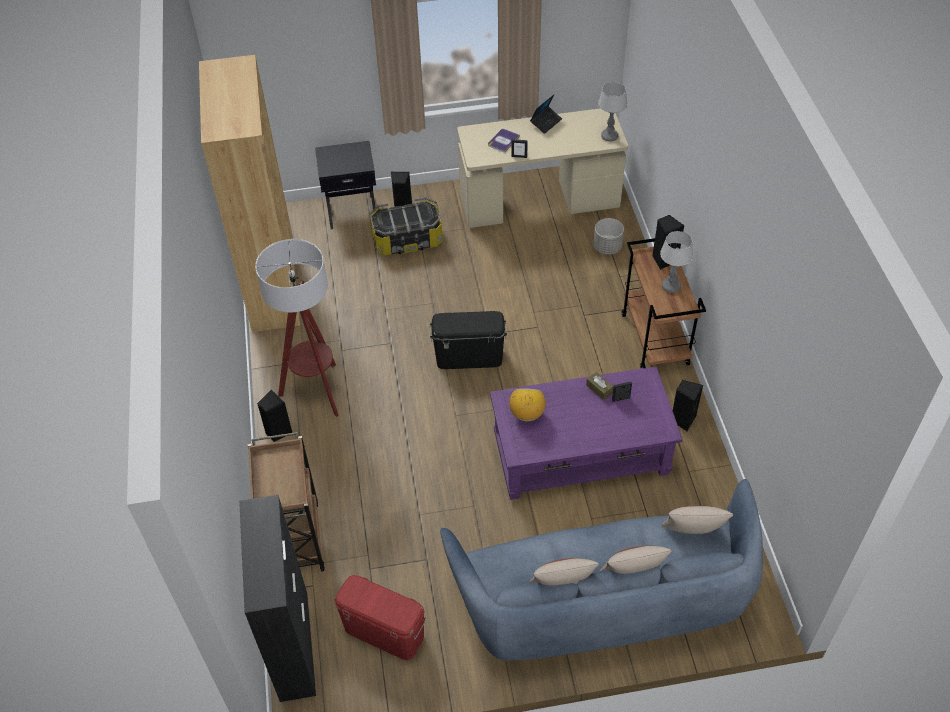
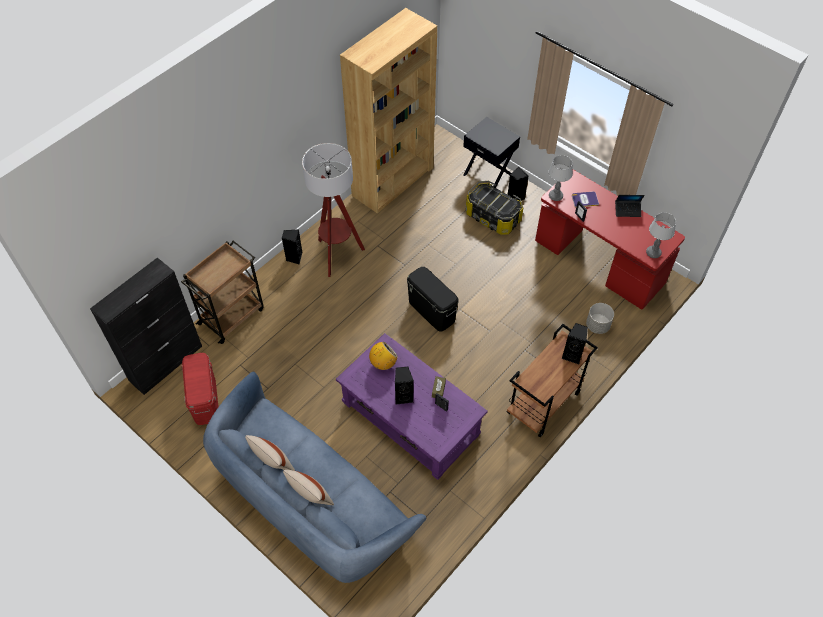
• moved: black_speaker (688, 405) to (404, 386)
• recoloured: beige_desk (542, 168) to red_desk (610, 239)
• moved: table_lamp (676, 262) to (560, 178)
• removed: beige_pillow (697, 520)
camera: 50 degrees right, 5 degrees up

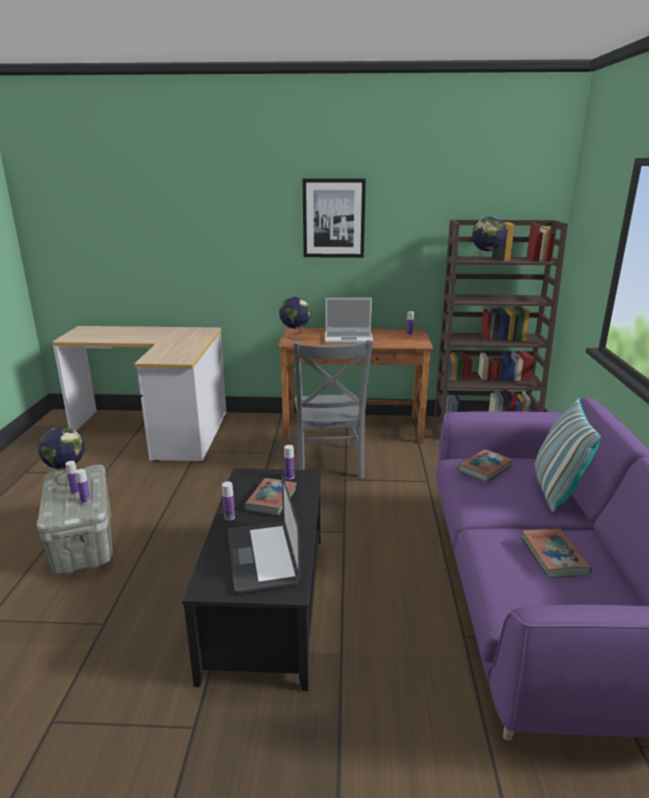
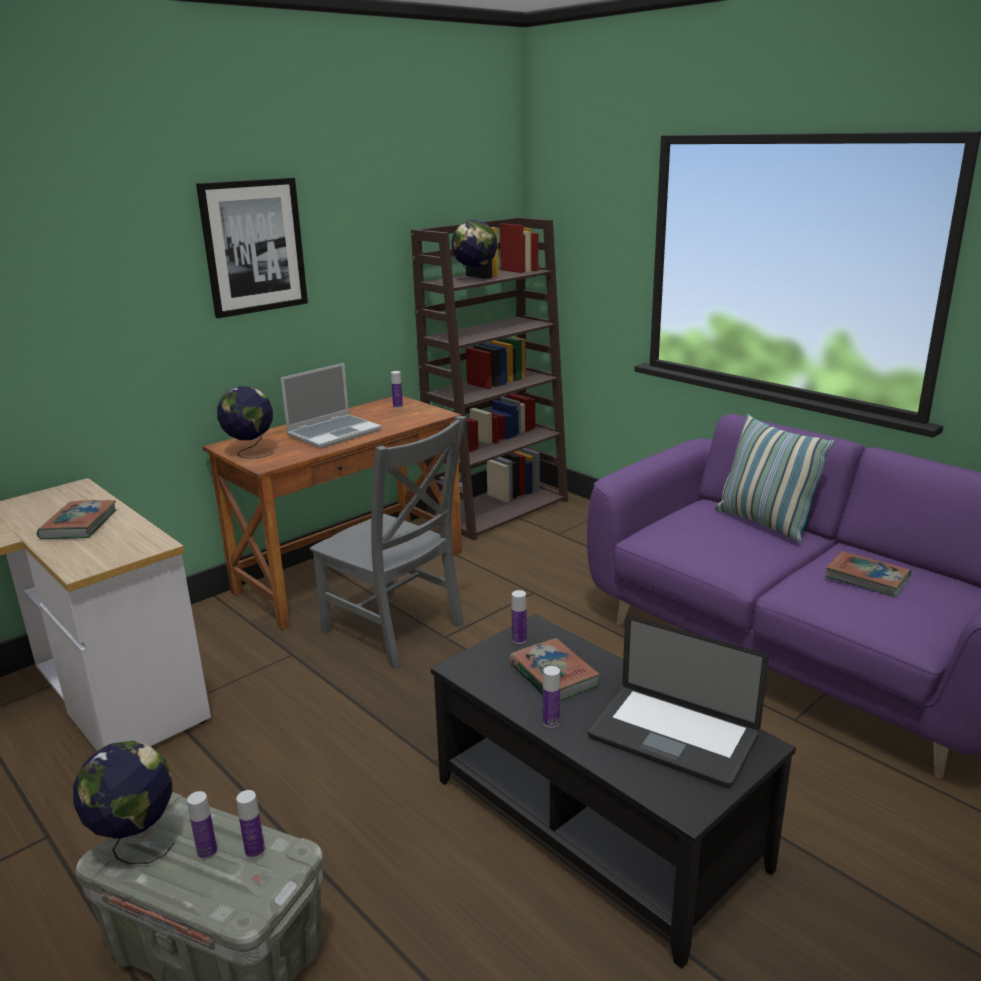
• moved: book (485, 465) to (77, 519)
camera: 45 degrees left, 0 degrees up

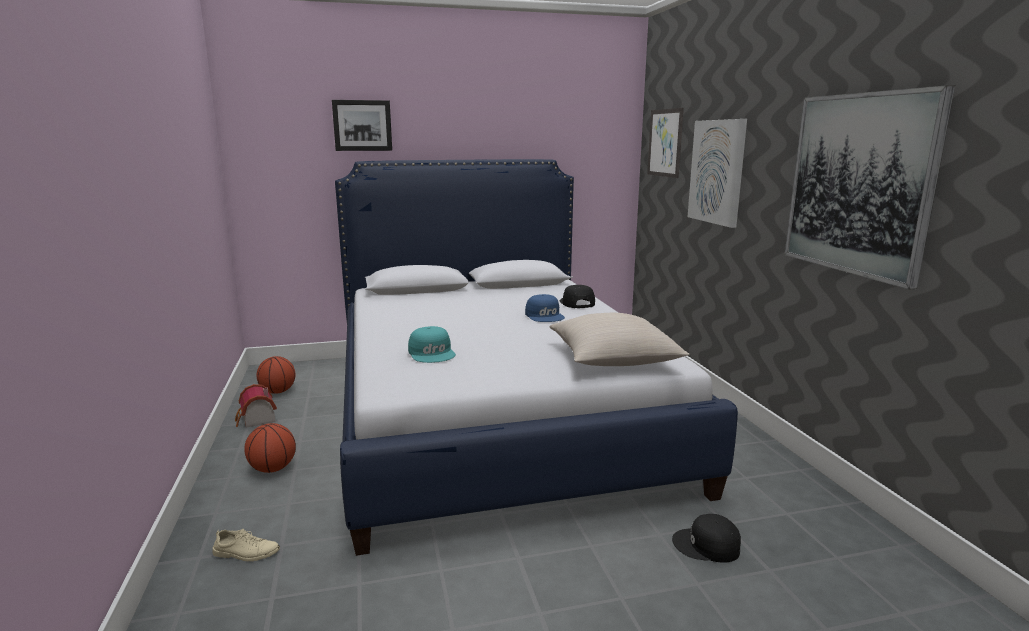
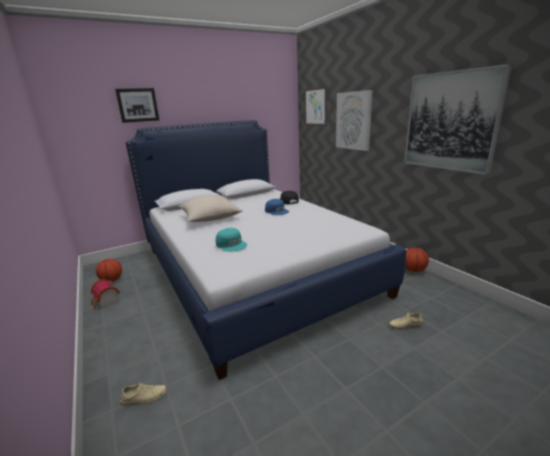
• moved: beige_pillow (619, 339) to (210, 209)
• replaced: black_cap (706, 538) to beige_shoe (406, 321)
• moved: basketball (270, 448) to (417, 259)
camera: 15 degrees left, 5 degrees up

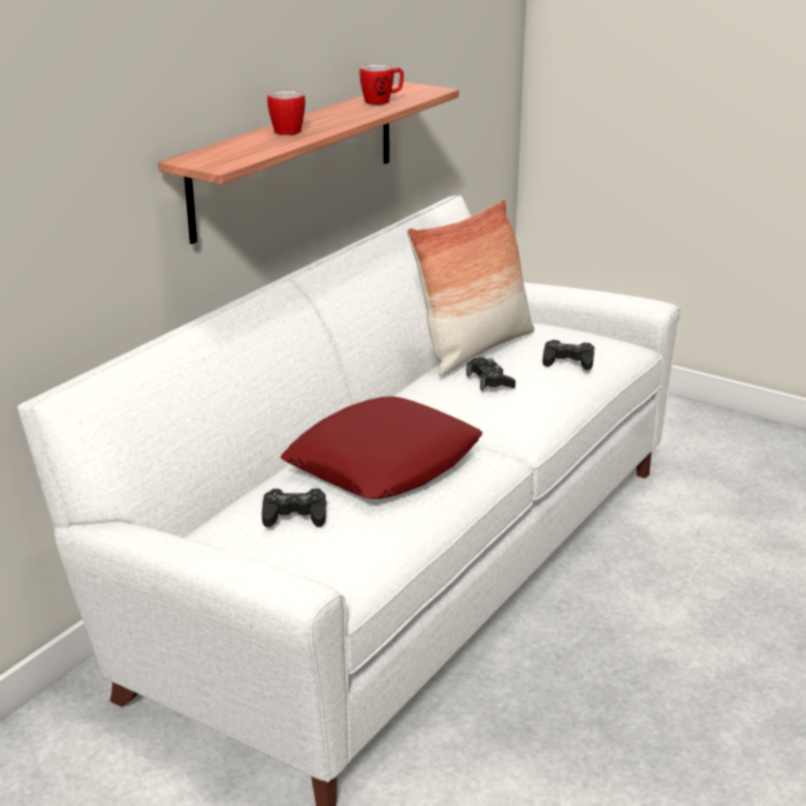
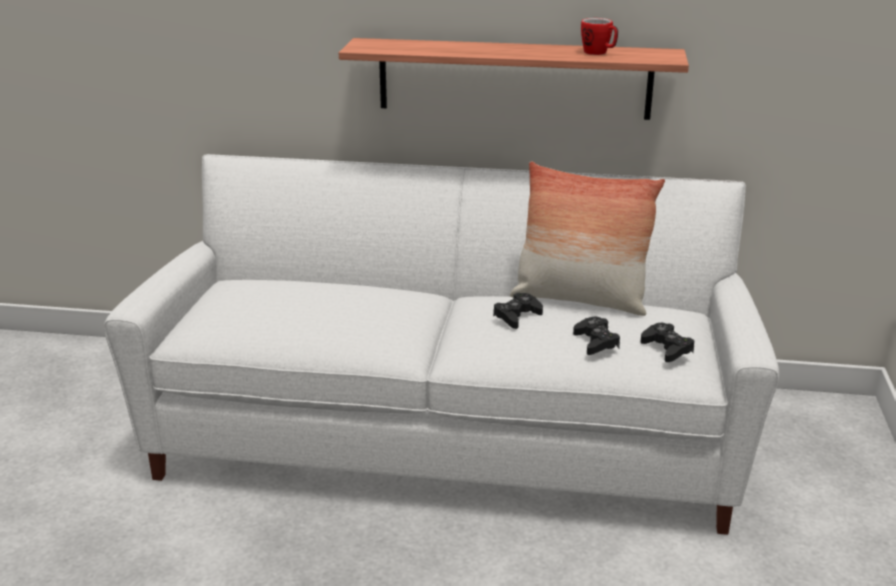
• moved: black_game_controller (294, 508) to (668, 342)
• removed: mug (286, 113)
• removed: red_pillow (381, 447)
camera: 65 degrees right, 0 degrees up

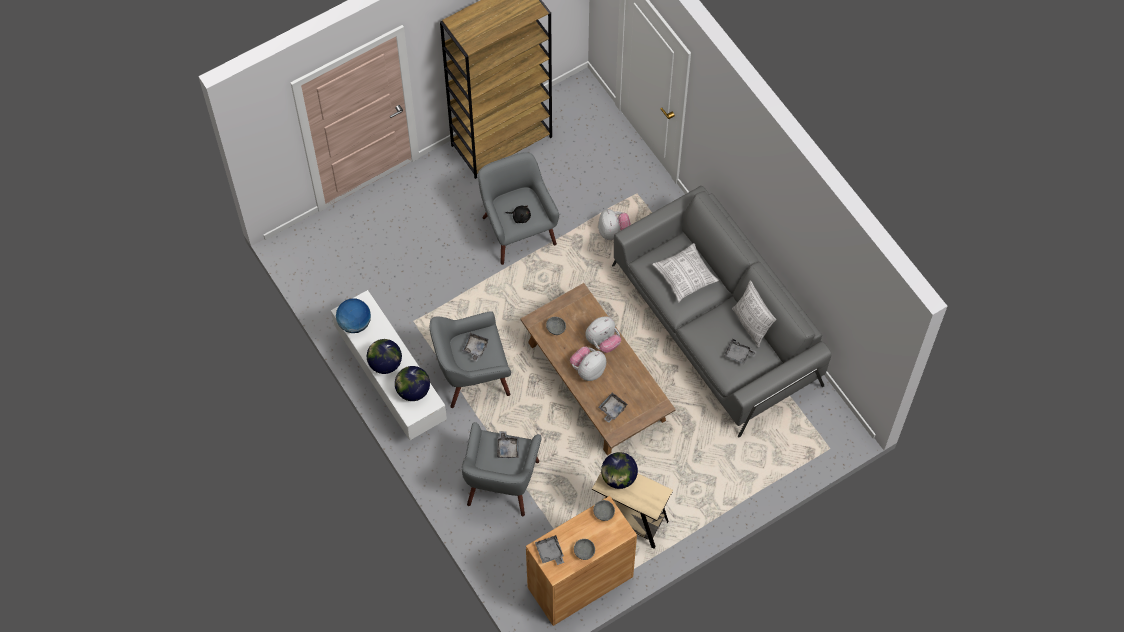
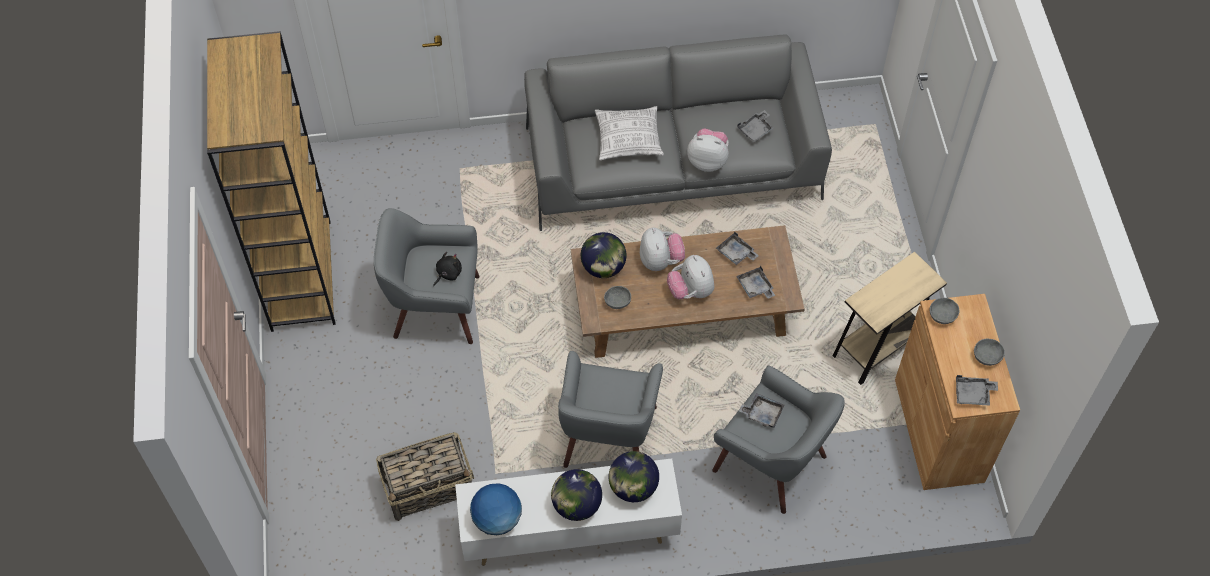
• added: basket (425, 476)
• moved: globe (619, 470) to (603, 255)
• moved: plush_toy (614, 224) to (708, 150)
• moved: grey_tray (475, 347) to (737, 248)
• removed: pillow (754, 314)
camera: 65 degrees left, 5 degrees down

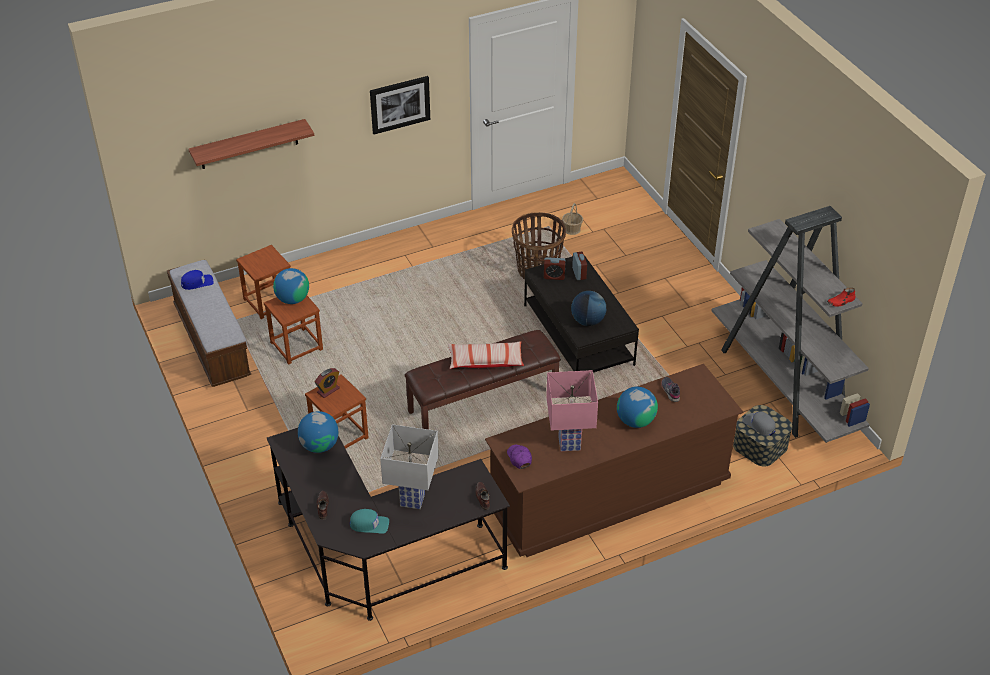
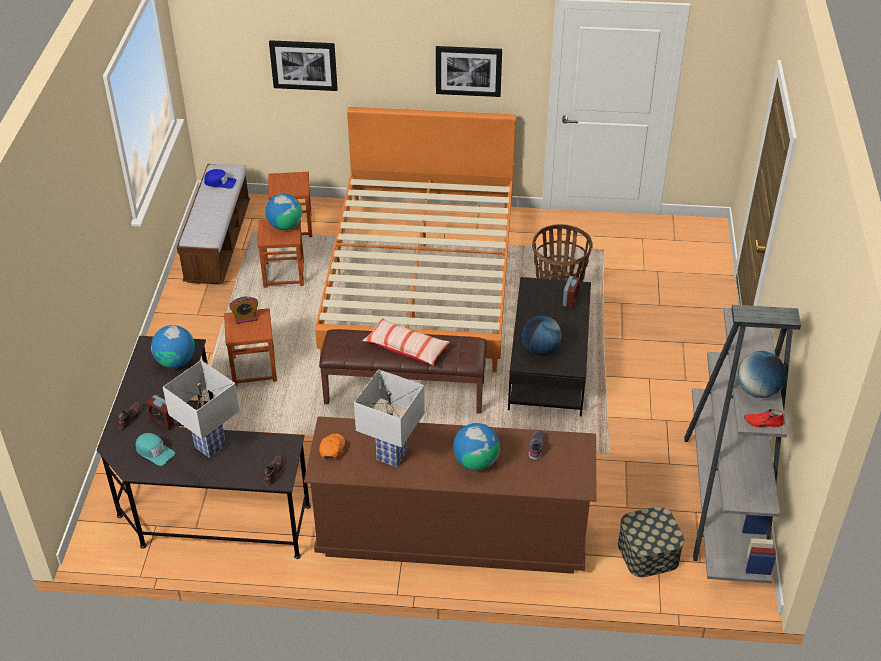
• moved: alarm_clock (555, 268) to (161, 412)
• replaced: shelf (251, 144) to picture (303, 65)
• added: orange_bed (415, 240)
• recoloured: purple_cap (519, 457) to orange_cap (332, 447)
• recoloured: pink_table_lamp (572, 410) to white_table_lamp (389, 418)
• added: globe (761, 374)
• removed: basket (572, 219)
• removed: grey_cap (758, 424)
camera: 30 degrees right, 0 degrees up

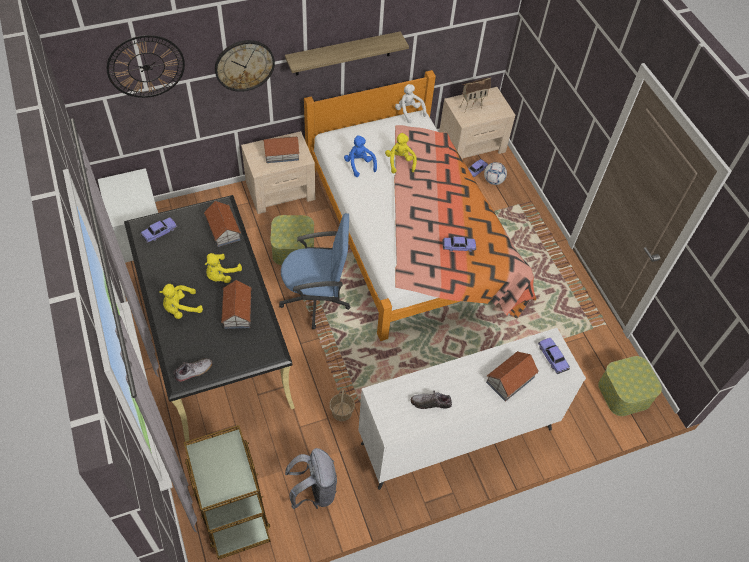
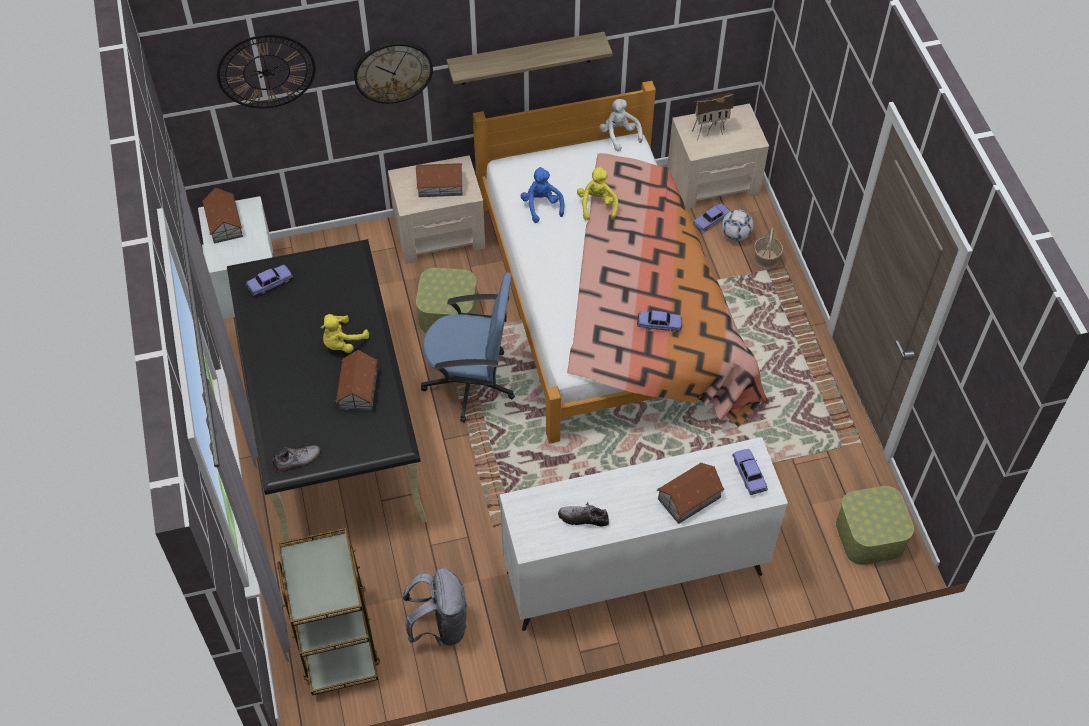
• moved: toy_house (222, 224) to (222, 215)
• moved: basket (342, 405) to (768, 248)
• removed: yellow_plush_toy (181, 301)
camera: 10 degrees right, 0 degrees up

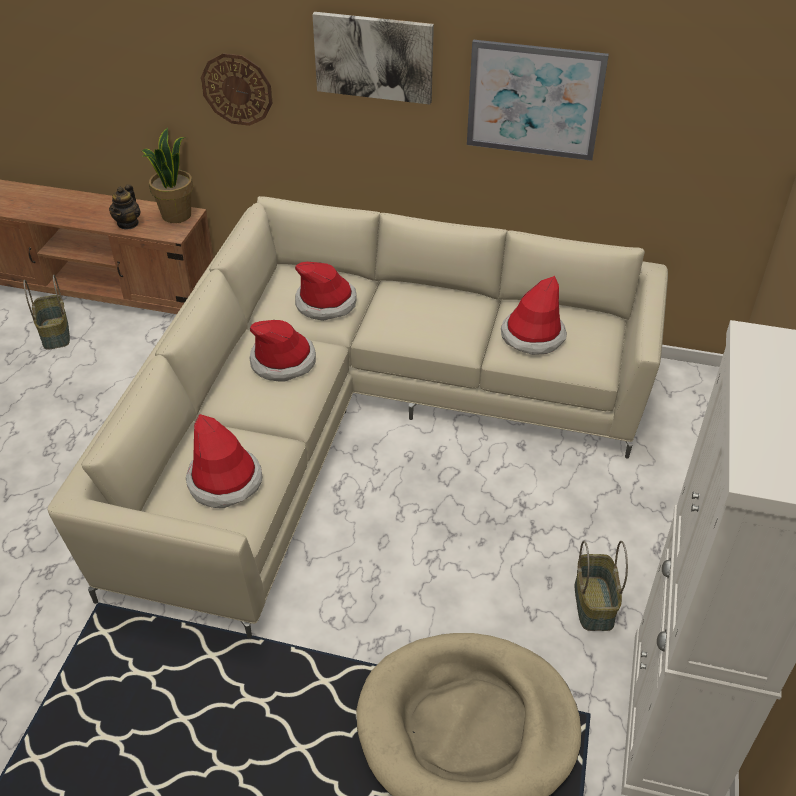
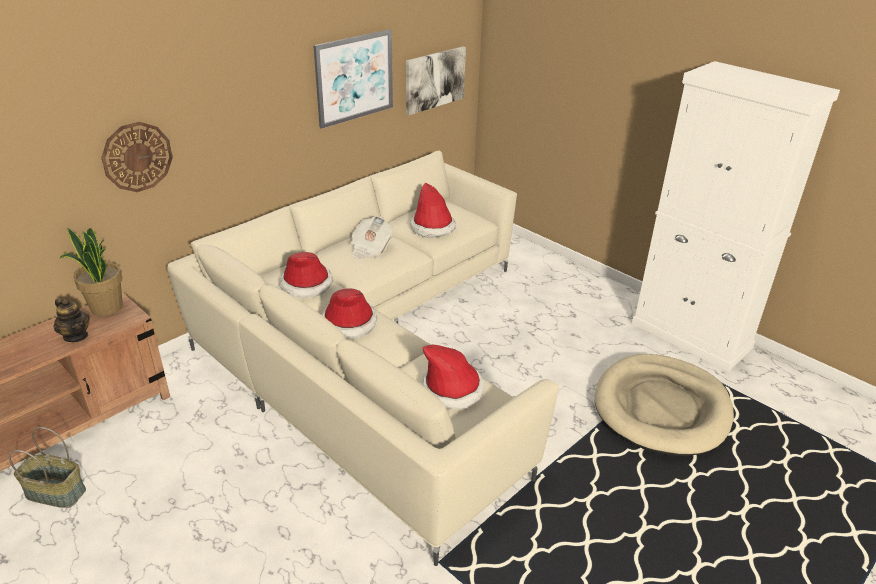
• added: newspaper (372, 237)
• moved: picture (373, 58) to (436, 80)
• removed: basket (601, 586)
camera: 60 degrees left, 10 degrees down

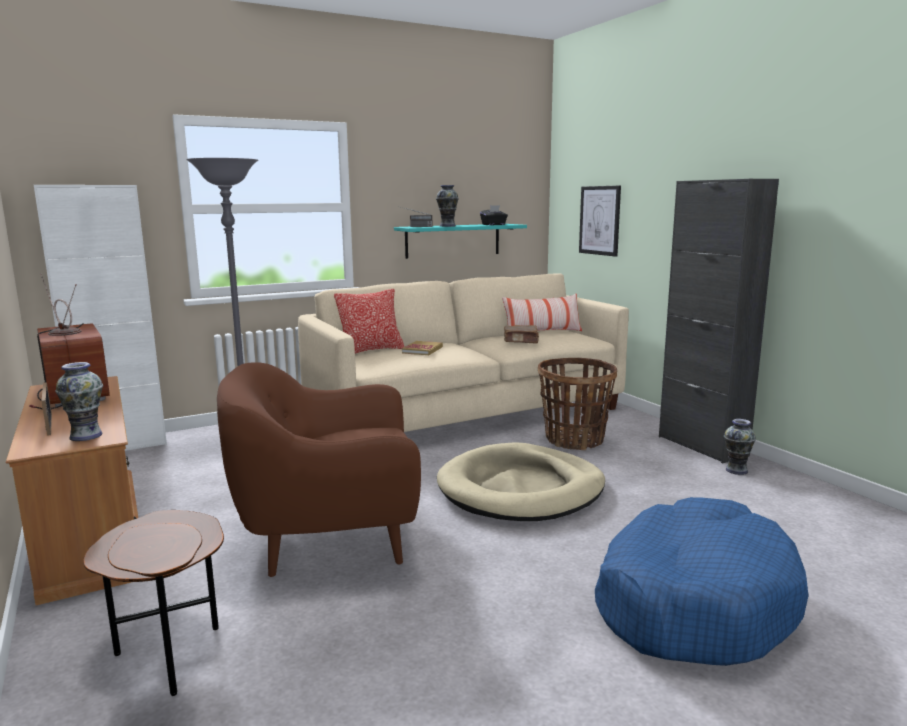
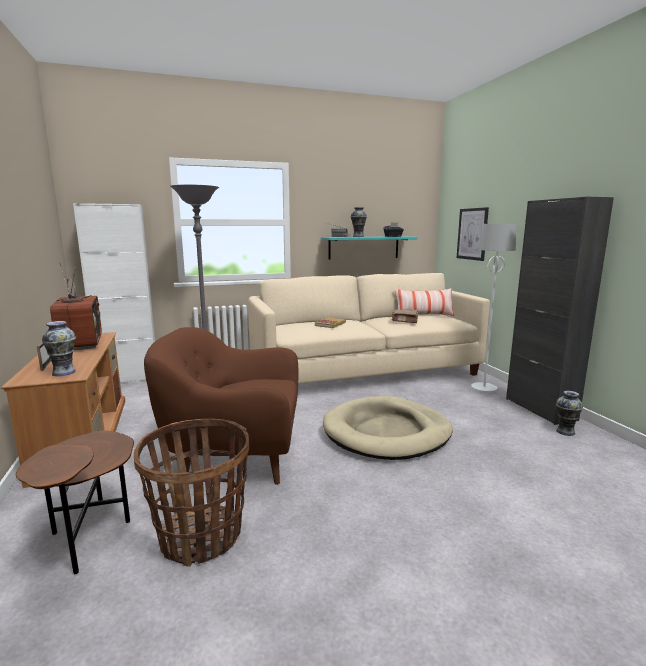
• moved: basket (577, 404) to (191, 493)
• added: white_floor_lamp (493, 309)
• removed: pillow (369, 321)
• removed: blue_dog_bed (702, 581)
camera: 10 degrees right, 0 degrees up

